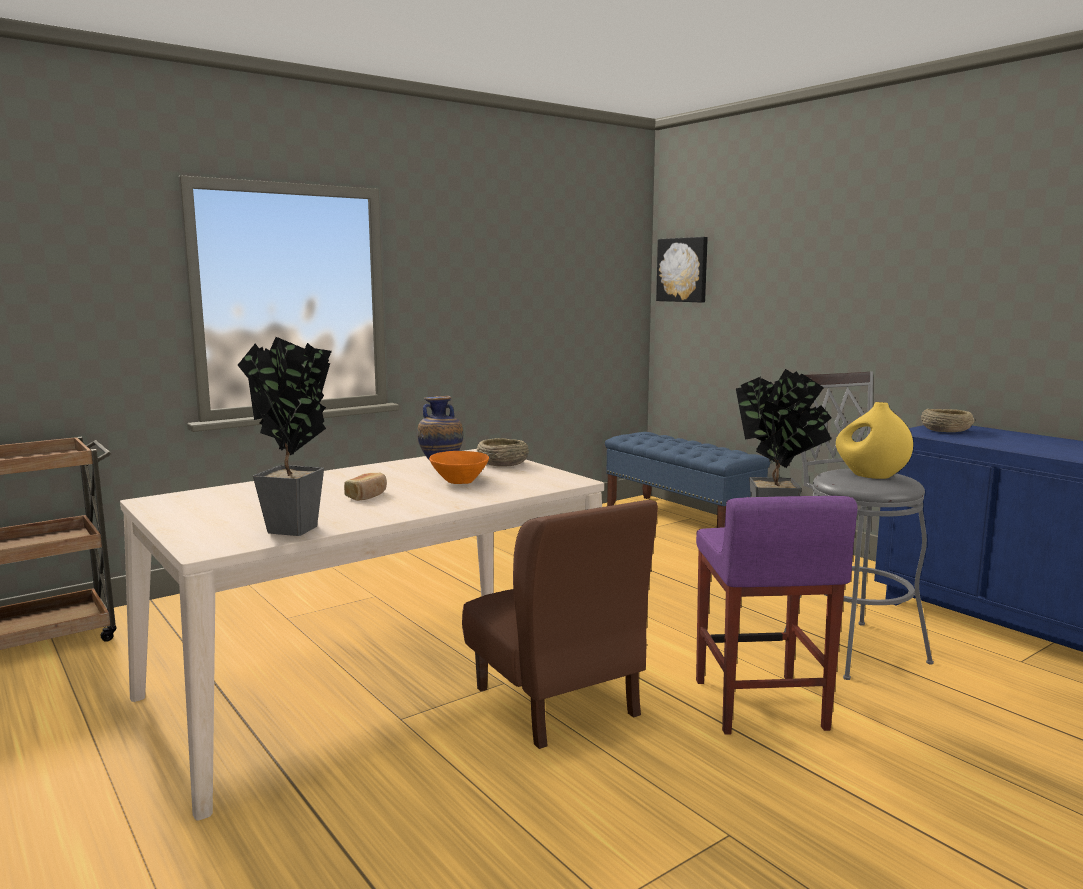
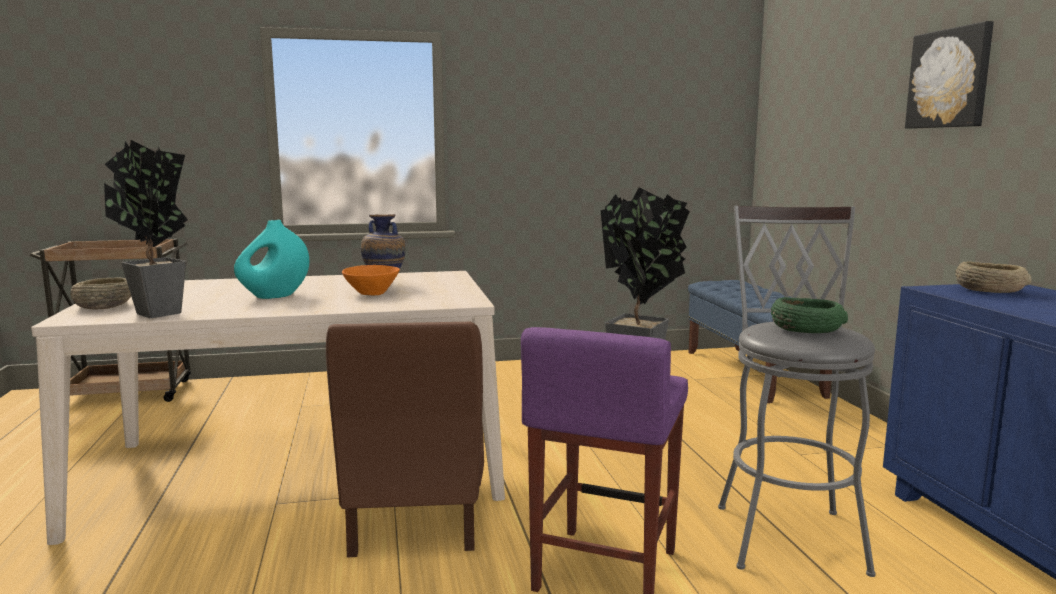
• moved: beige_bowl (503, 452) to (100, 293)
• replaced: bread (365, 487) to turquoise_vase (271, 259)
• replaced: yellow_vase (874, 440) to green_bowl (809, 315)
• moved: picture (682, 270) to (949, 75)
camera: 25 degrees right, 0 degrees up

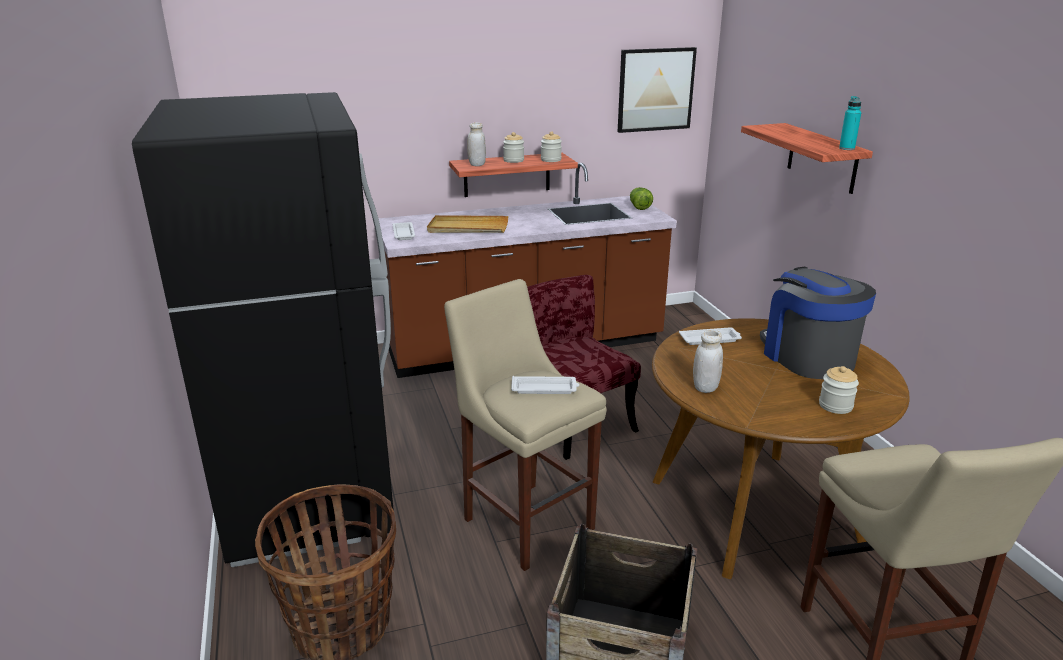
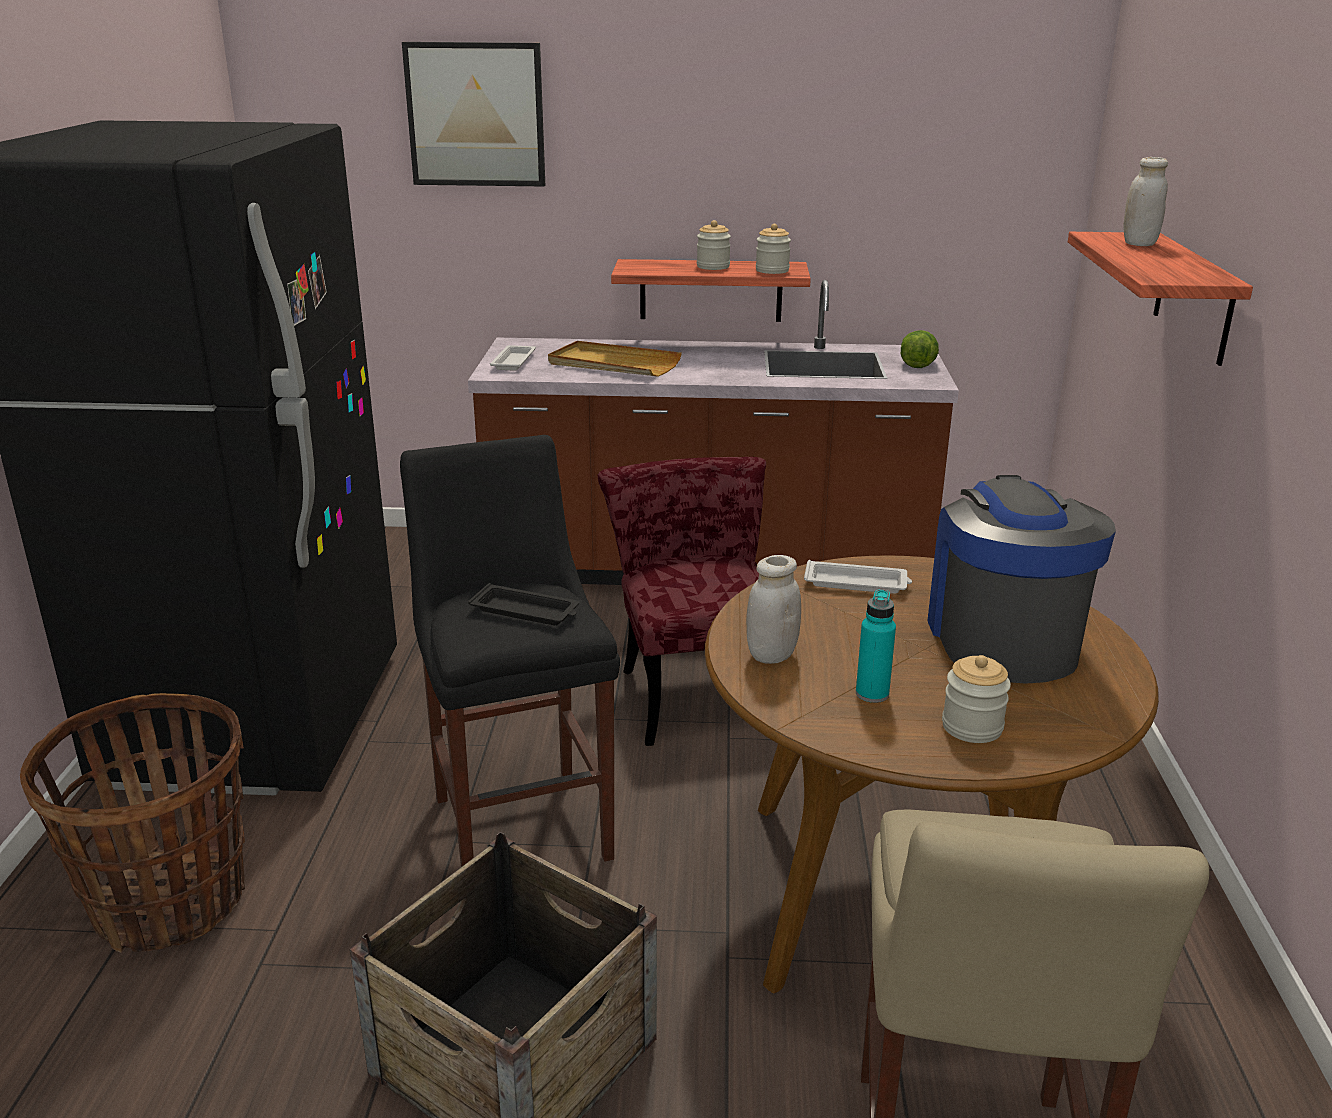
• recoloured: beige_stool (525, 425) to black_stool (510, 651)
• moved: picture (657, 90) to (473, 114)
• recoloured: white_tray (545, 385) to black_tray (523, 604)
• moved: turquoise_bottle (850, 123) to (876, 646)
• moved: white_jar (476, 144) to (1145, 201)
camera: 20 degrees right, 0 degrees up

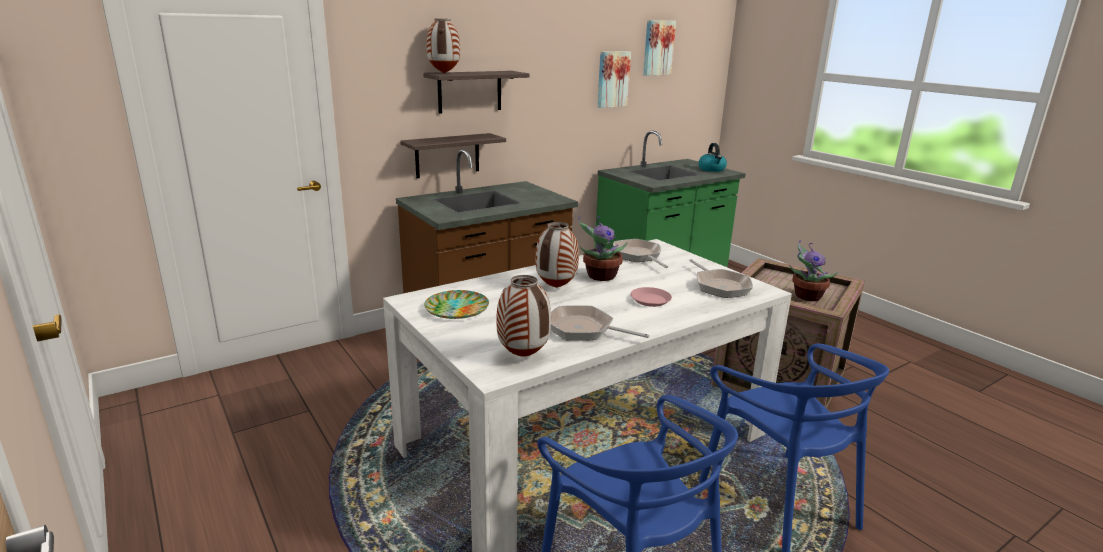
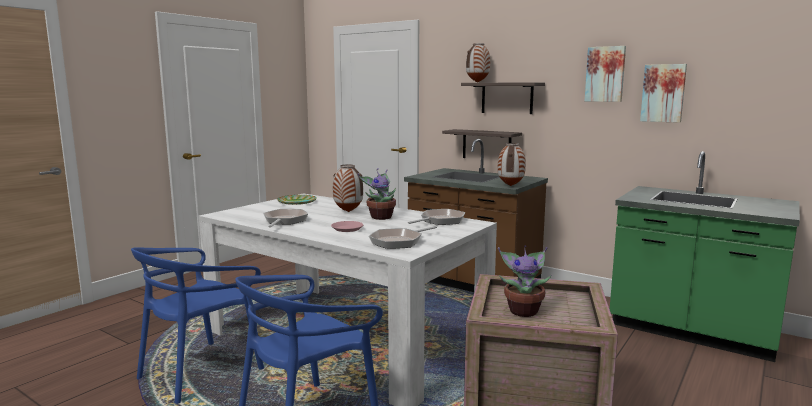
• moved: vase (523, 316) to (512, 164)
• moved: picture (659, 48) to (605, 74)
• removed: kettle (713, 157)
camera: 70 degrees right, 10 degrees down

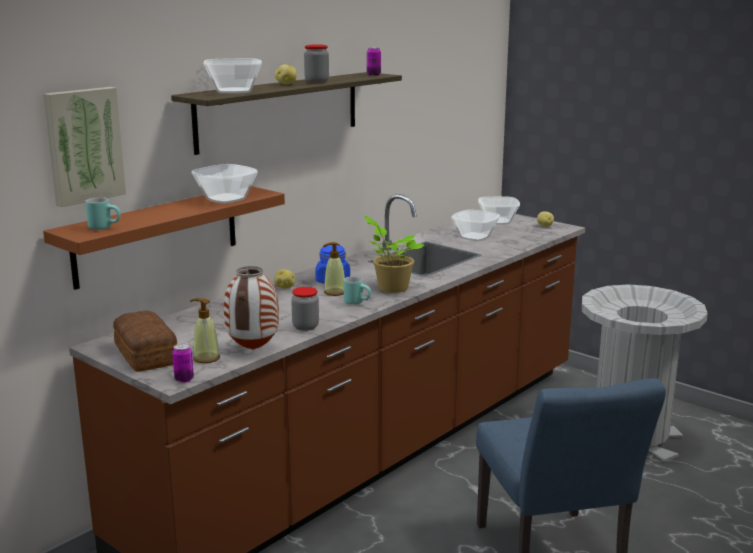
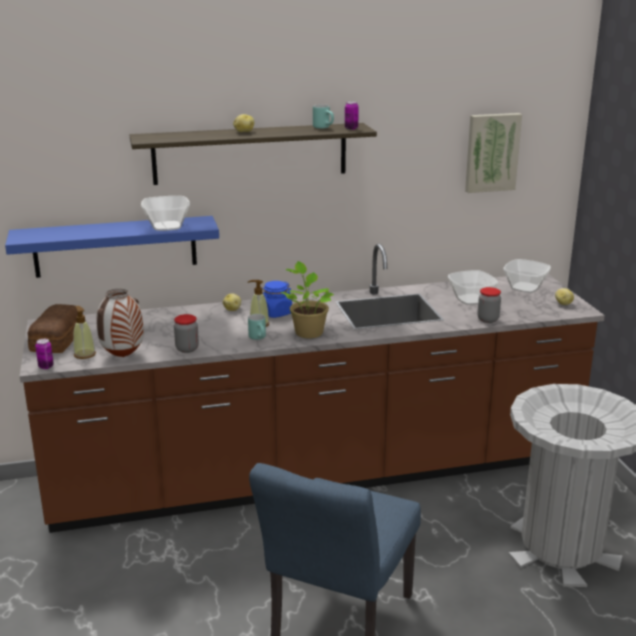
• recoloured: brown_shelf (164, 238) to blue_shelf (112, 247)
• moved: turquoise_mug (103, 213) to (323, 116)
• moved: picture (84, 147) to (493, 153)
• moved: jar (316, 63) to (489, 305)
• removed: bowl (232, 76)
camera: 35 degrees right, 5 degrees up

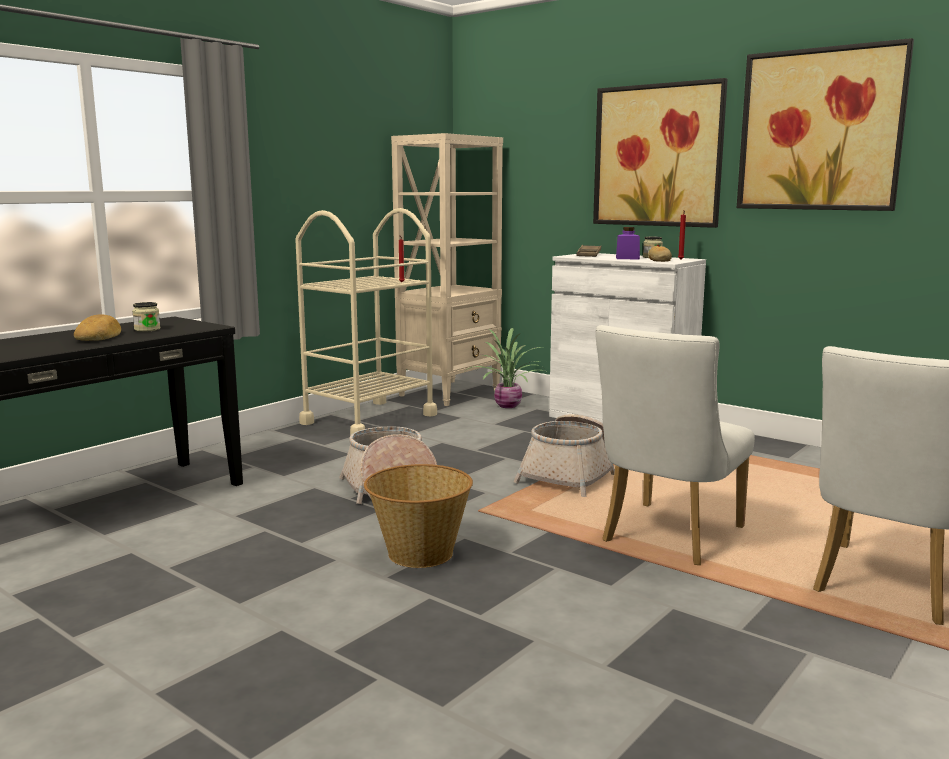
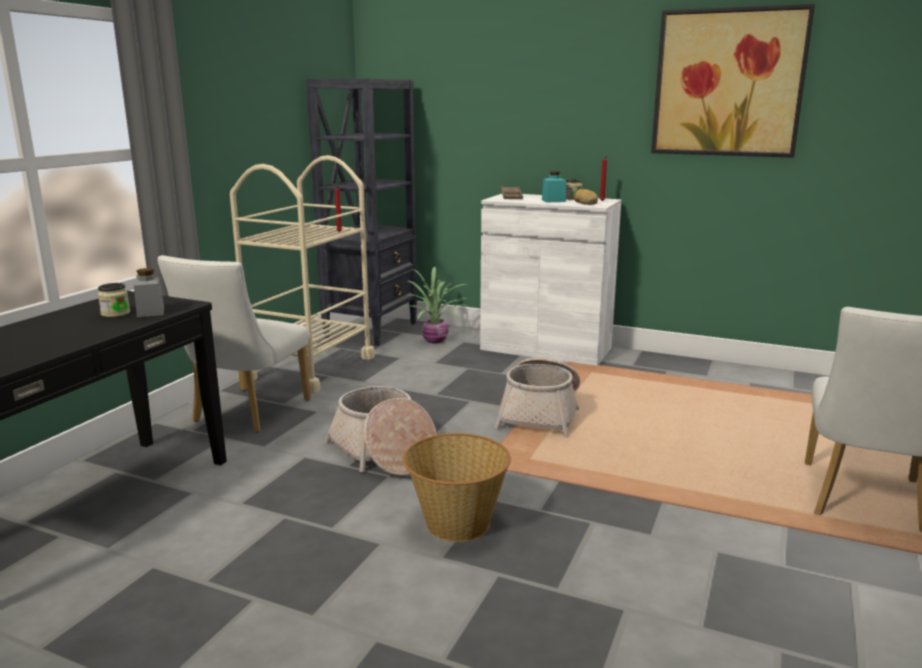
• added: grey_jar (149, 292)
• moved: white_chair (675, 445) to (234, 344)
• recoloured: beige_bookcase (447, 269) to black_bookcase (362, 212)
• recoloured: purple_jar (628, 243) to turquoise_jar (554, 186)
• removed: bread (97, 327)
• removed: picture (660, 153)
camera: 15 degrees left, 5 degrees up

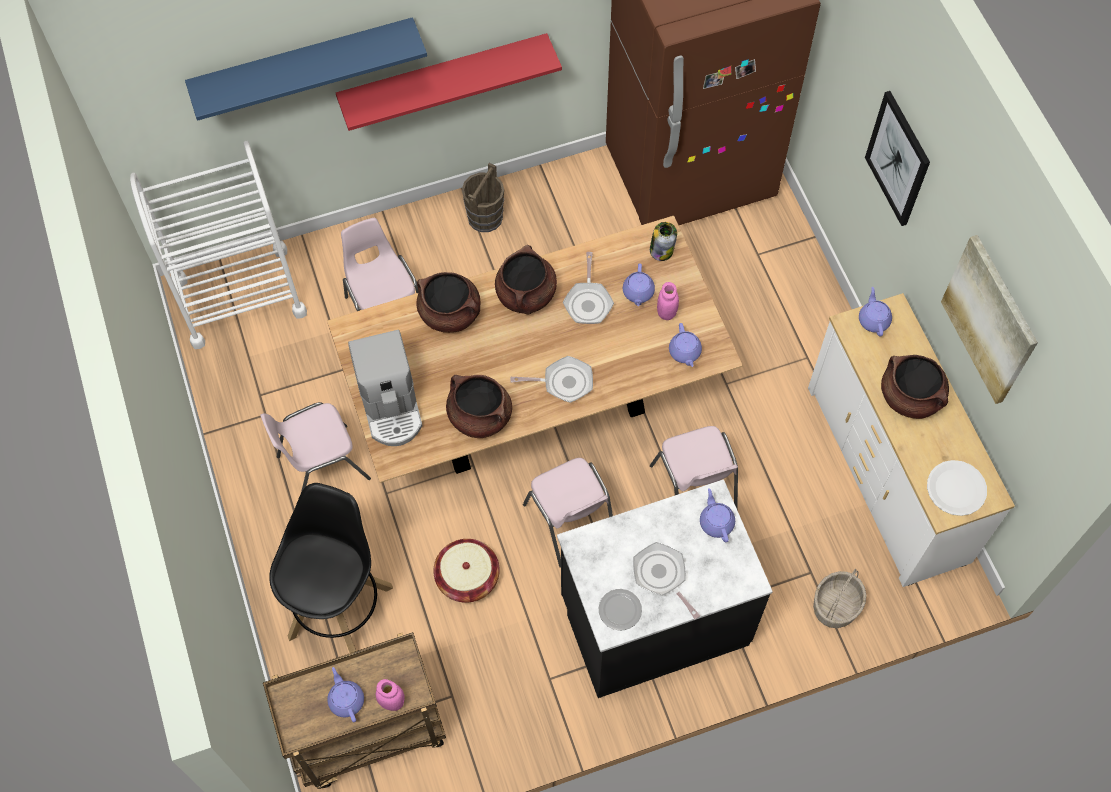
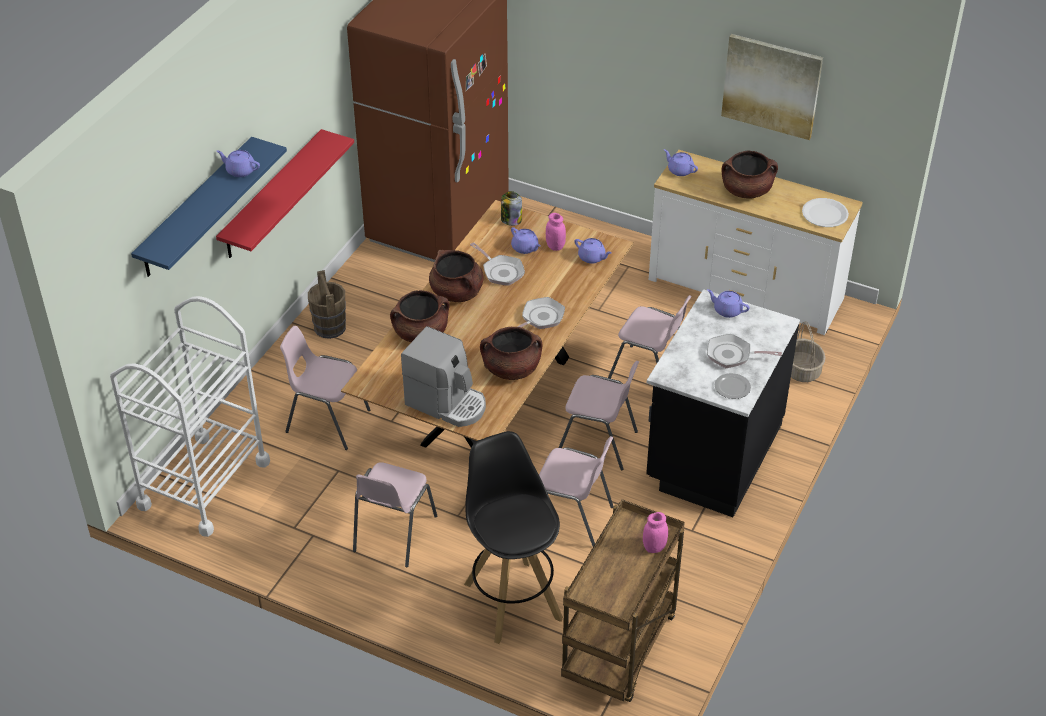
• moved: purple_teapot (345, 694) to (238, 163)
• replaced: basket (466, 571) to pink_chair (576, 491)
• removed: picture (897, 158)
camera: 45 degrees left, 20 degrees down

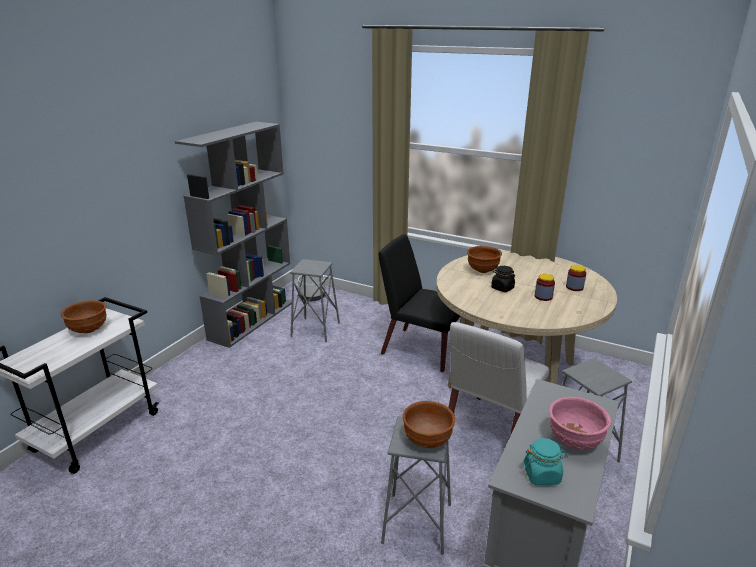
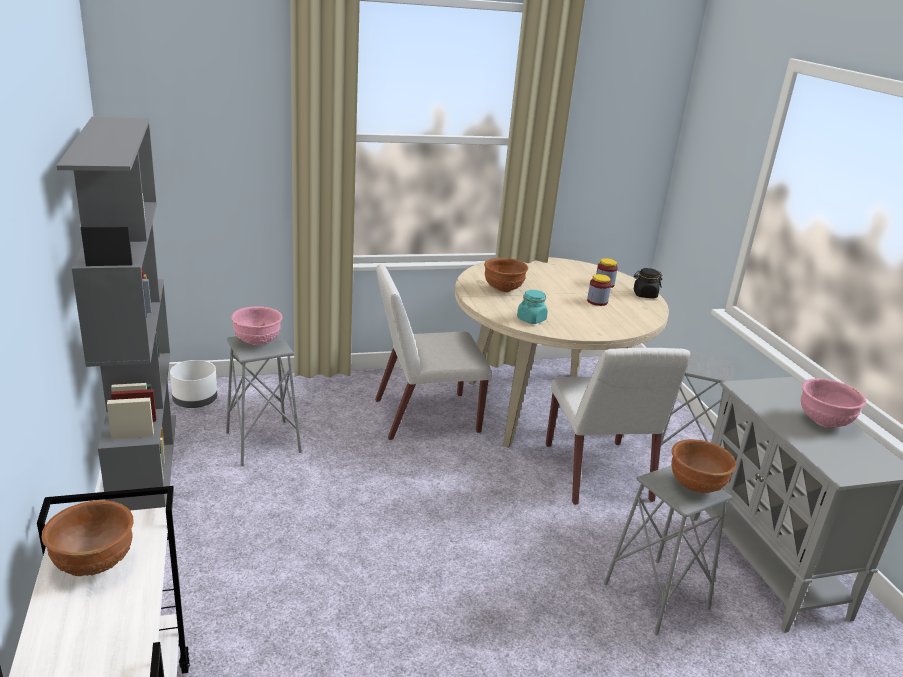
• added: pink_bowl (257, 326)
• recoloured: black_chair (420, 303) to white_chair (433, 352)
• moved: turquoise_jar (545, 461) to (532, 307)
• moved: black_jar (503, 279) to (648, 283)
camera: 45 degrees left, 0 degrees up

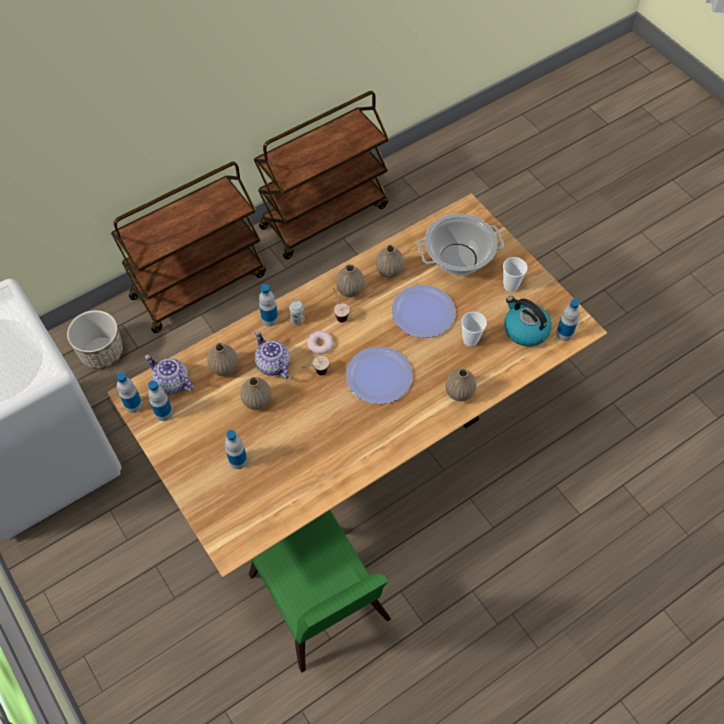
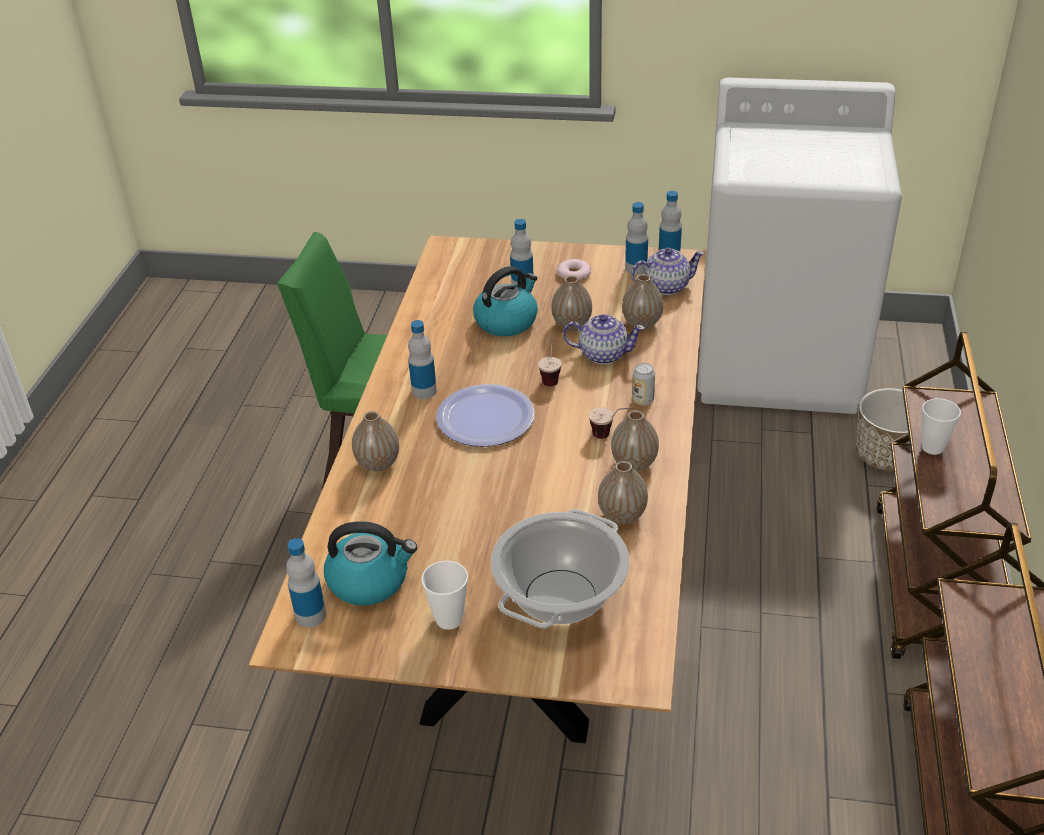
• moved: bottle (268, 305) to (422, 359)
• added: kettle (505, 301)
• moved: donut (320, 342) to (574, 269)
• moved: cup (474, 329) to (941, 426)
• removed: plate (423, 311)
camera: 135 degrees right, 20 degrees down

